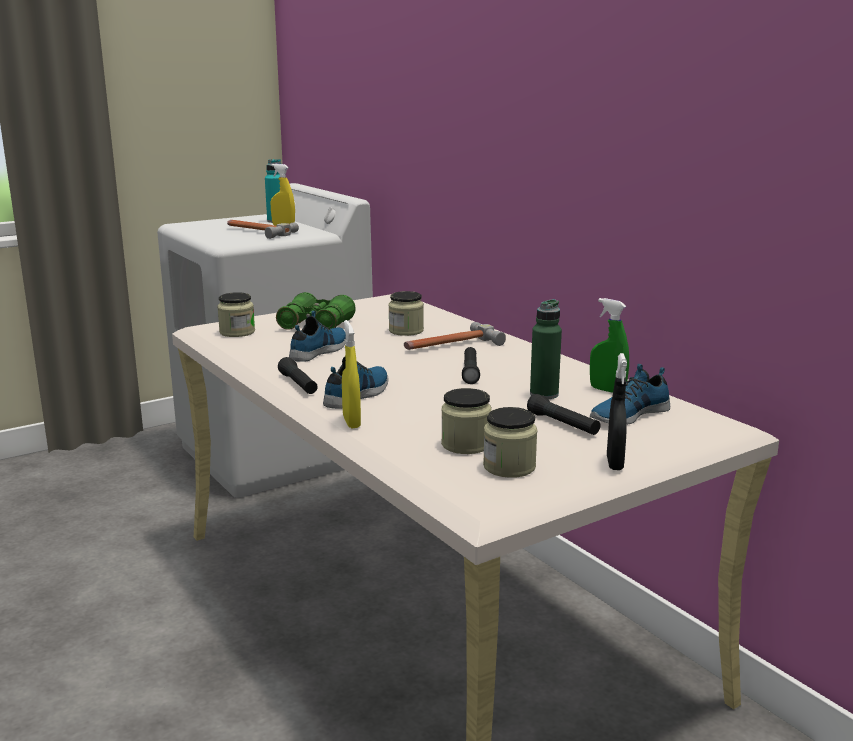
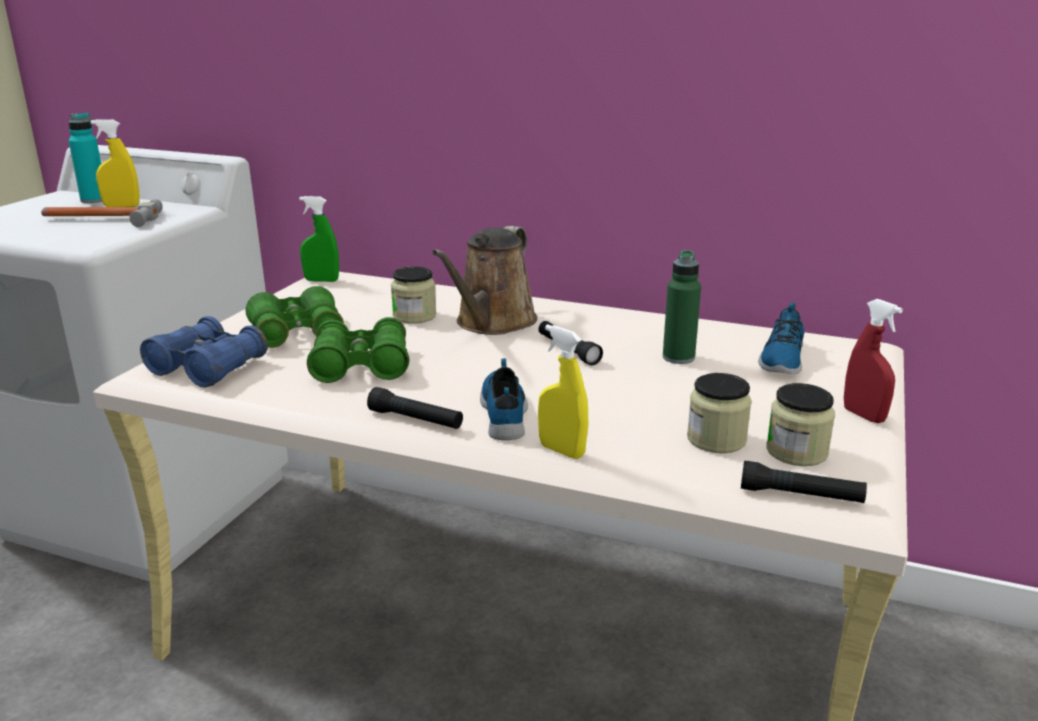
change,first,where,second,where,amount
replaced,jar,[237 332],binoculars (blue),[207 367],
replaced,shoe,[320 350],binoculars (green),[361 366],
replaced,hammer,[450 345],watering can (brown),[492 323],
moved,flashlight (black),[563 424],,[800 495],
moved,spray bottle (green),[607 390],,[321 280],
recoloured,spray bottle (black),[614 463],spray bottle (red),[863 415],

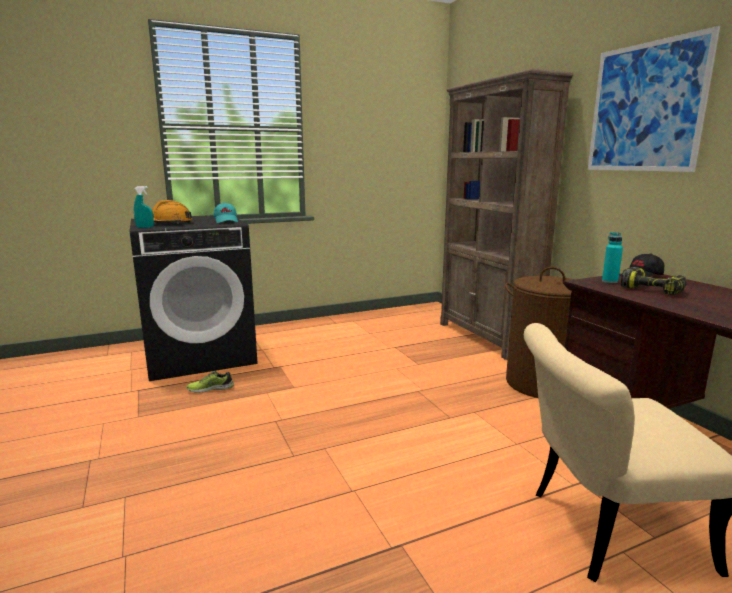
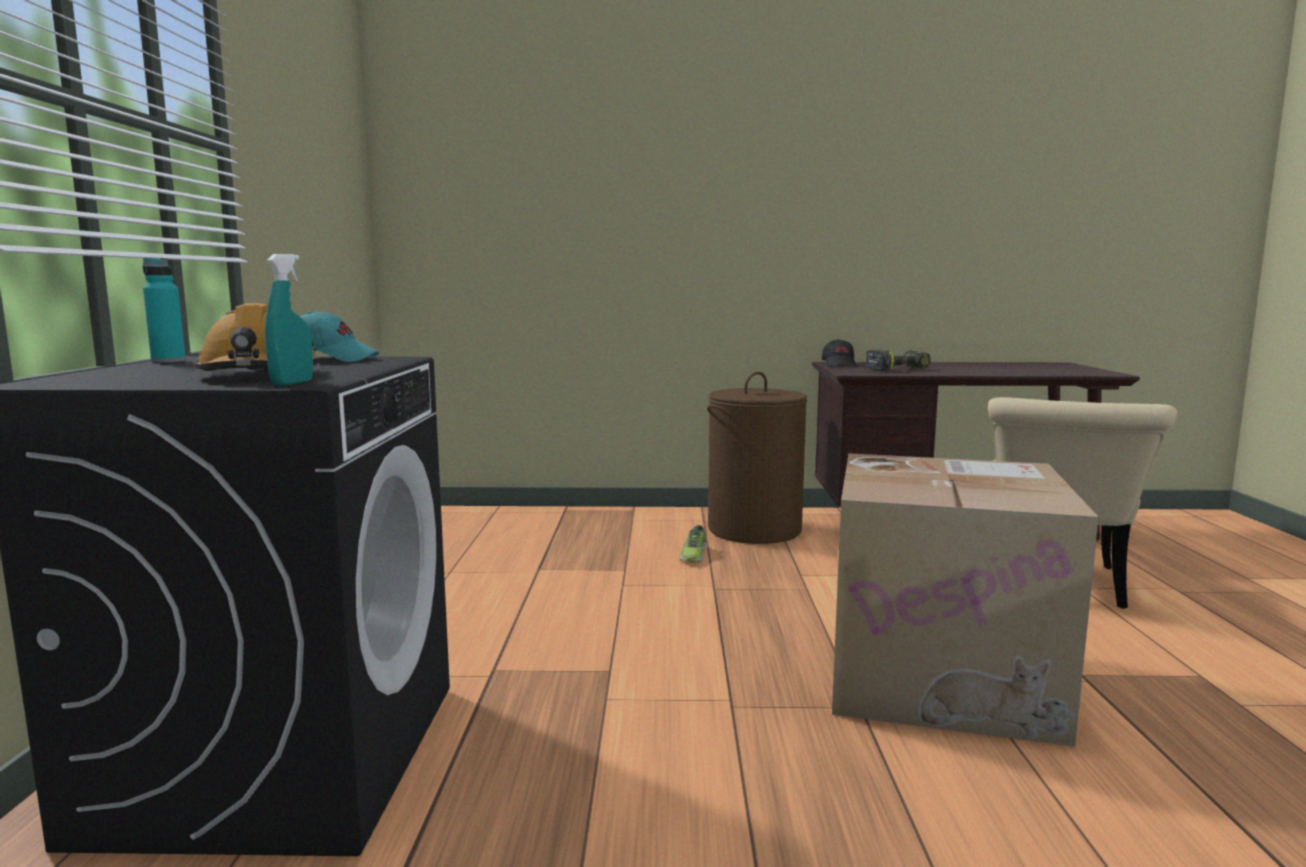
change,first,where,second,where,amount
moved,shoe,[210 388],,[693 555],
removed,bookcase (brown),[487 337],,,
removed,picture,[645 108],,,
moved,bottle (turquoise),[609 281],,[168 361],
added,,,cardboard box,[943 676],

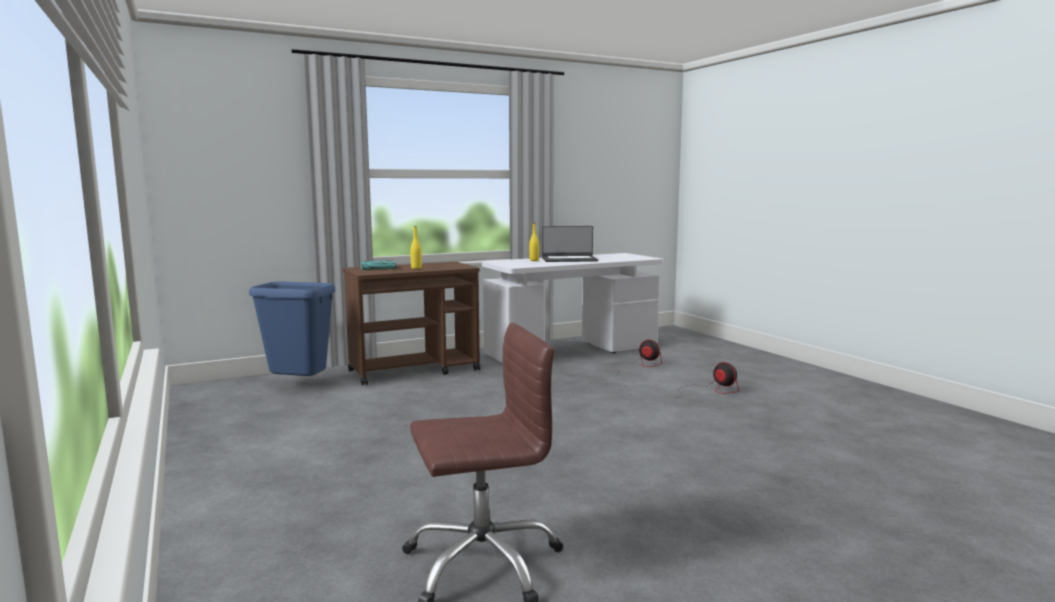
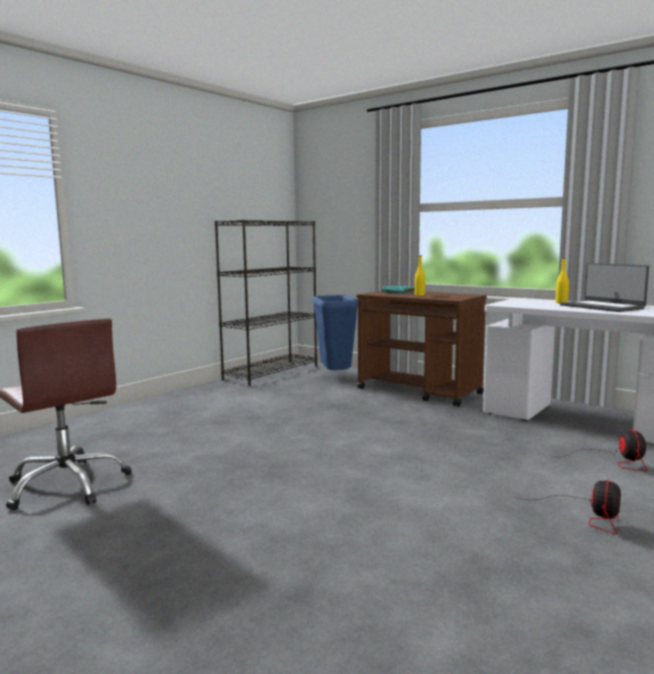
change,first,where,second,where,amount
added,,,bookcase (black),[271 372],

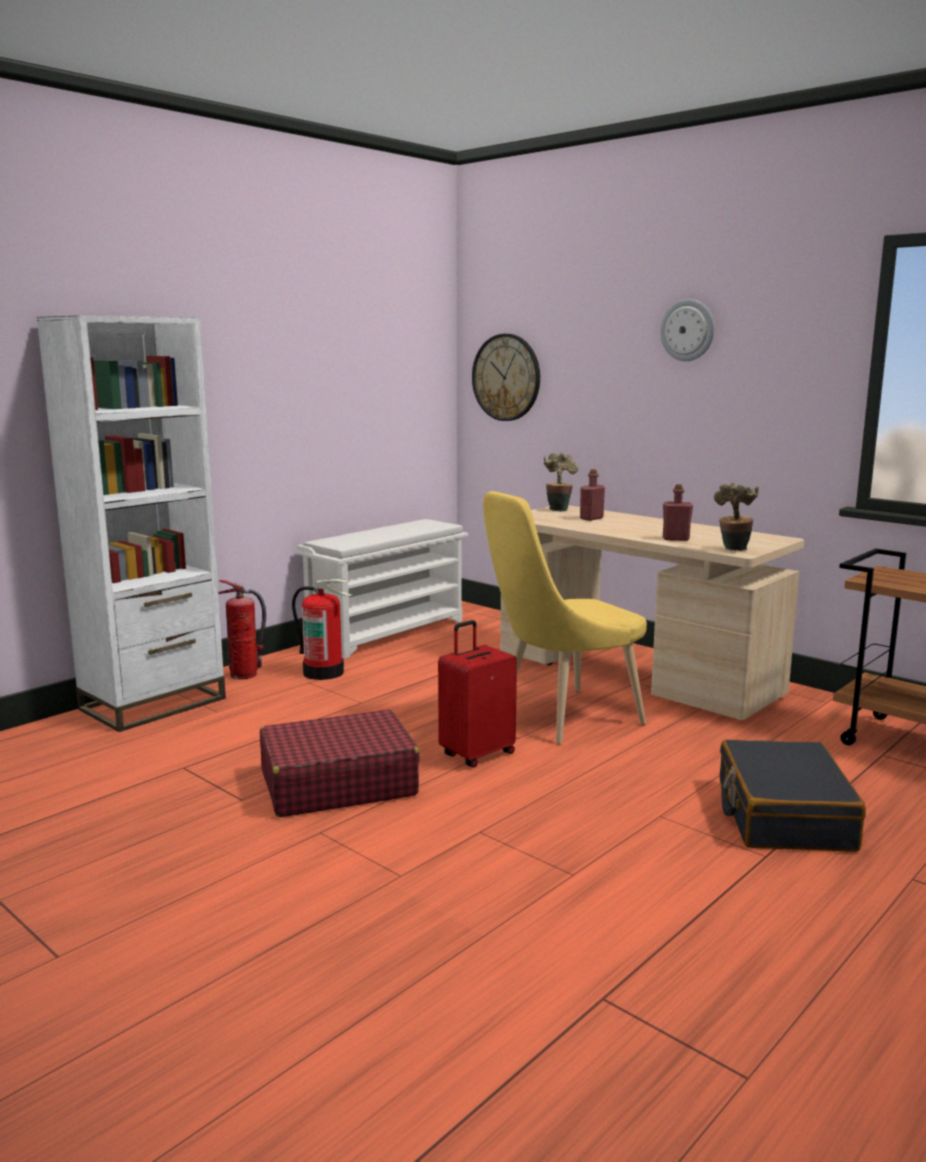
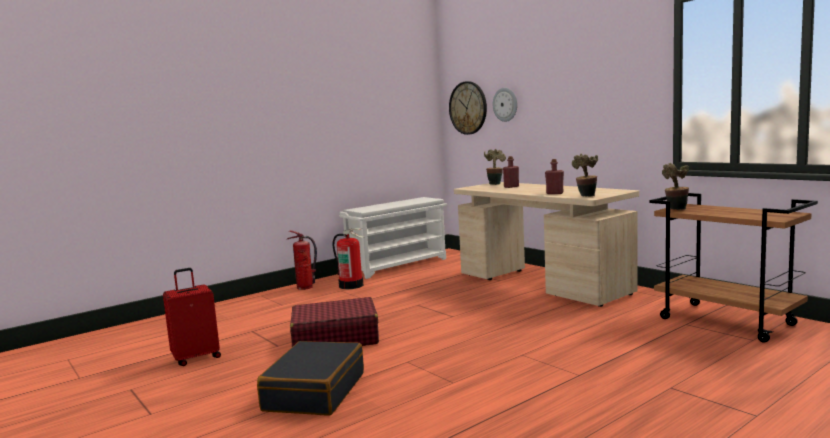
change,first,where,second,where,amount
removed,bookcase (white),[153 704],,,
moved,suitcase (red),[476 754],,[196 358],
removed,chair (yellow),[562 718],,,
moved,wall clock,[688 330],,[505 104],
moved,suitcase (black),[783 815],,[314 392],
added,,,potted plant,[675 210],

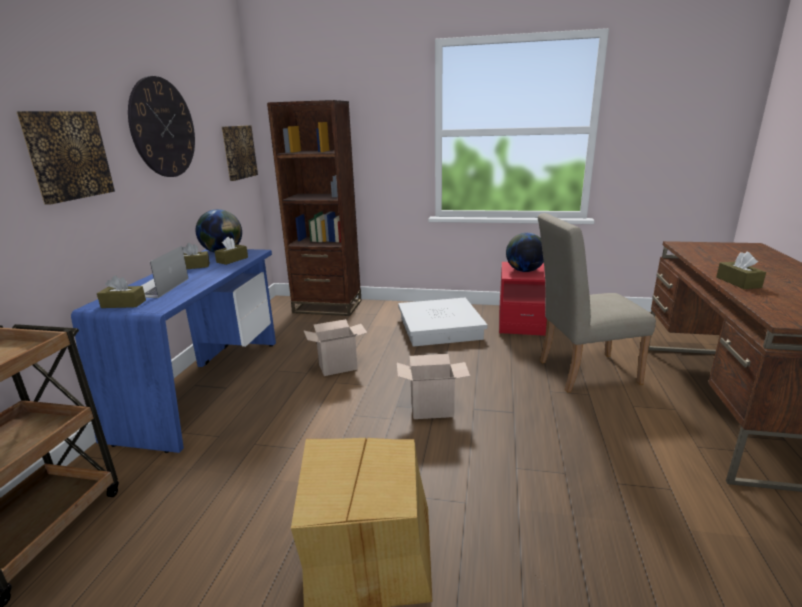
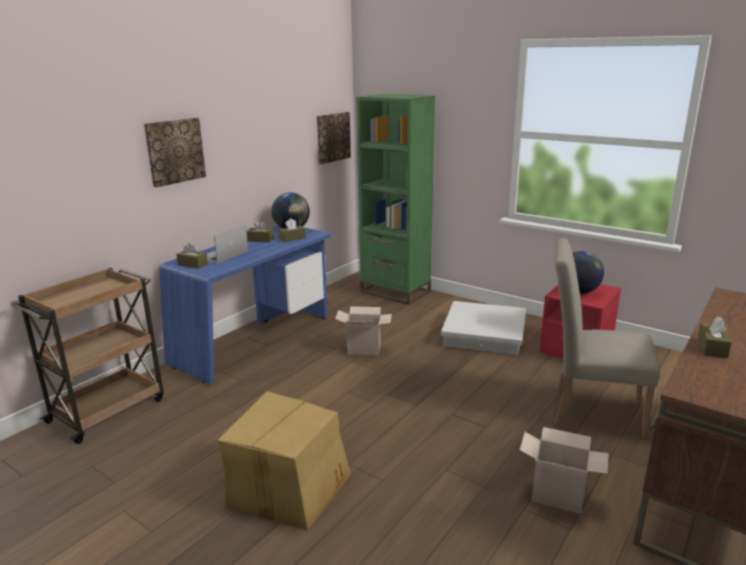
change,first,where,second,where,amount
removed,wall clock,[163 128],,,
recoloured,bookcase (brown),[327 306],bookcase (green),[395 291],
moved,cardboard box,[433 409],,[559 495],

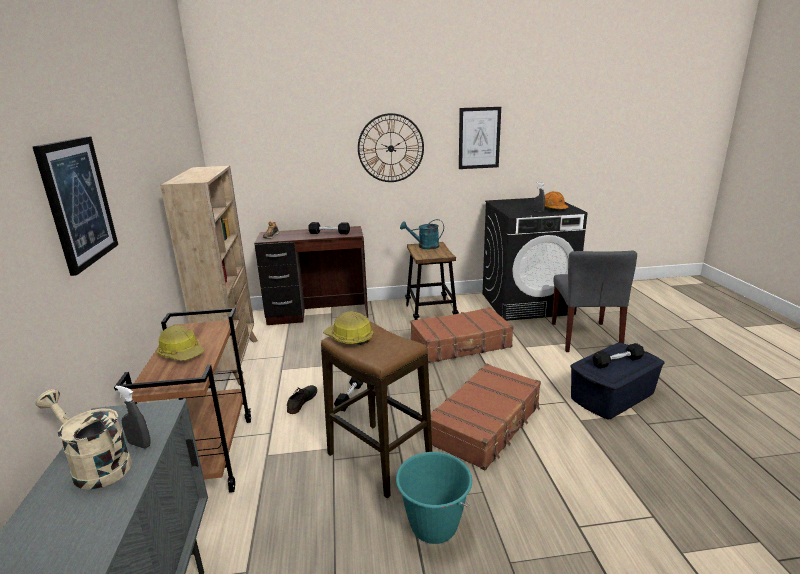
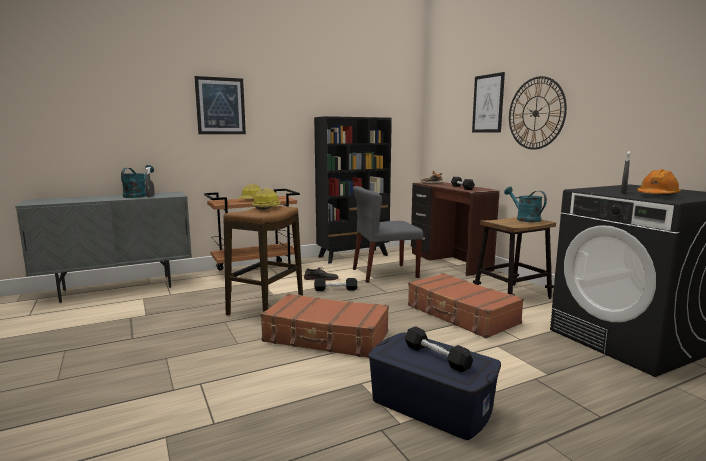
change,first,where,second,where,amount
recoloured,watering can (beige),[95 466],watering can (turquoise),[137 195],
recoloured,bookcase (beige),[233 362],bookcase (black),[353 256],
removed,bucket (turquoise),[433 525],,,
moved,picture,[479 138],,[488 103],
moved,chair (grey),[585 337],,[384 273],

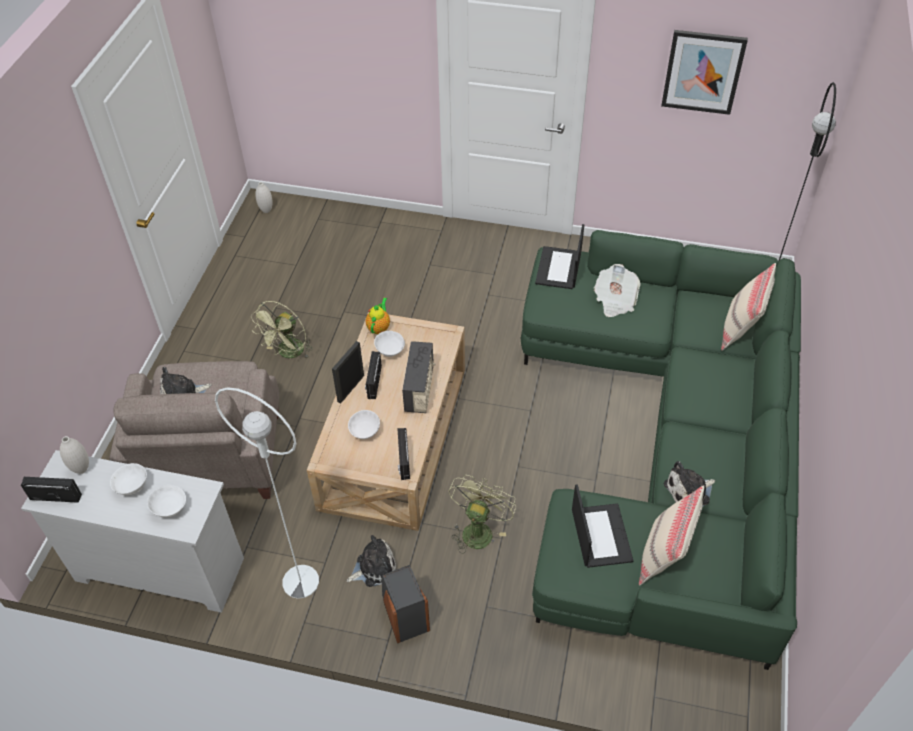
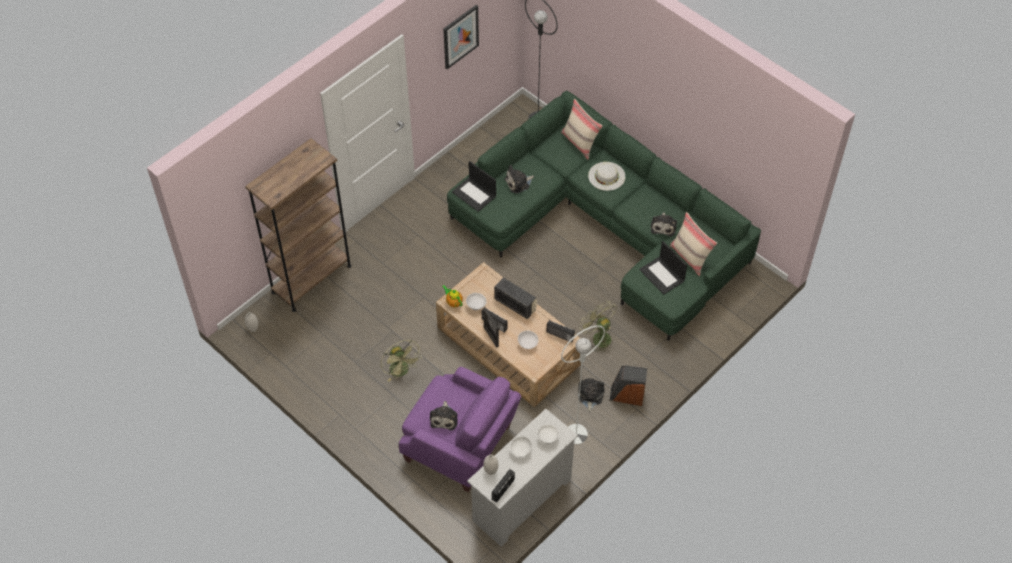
change,first,where,second,where,amount
recoloured,armchair (beige),[213 461],armchair (purple),[461 445],
turned,laptop,[600 535],,[662 275],150 degrees counterclockwise
replaced,newspaper,[615 300],plush toy,[518 183],
added,,,bookcase (brown),[311 279],
added,,,hat (white),[606 176],

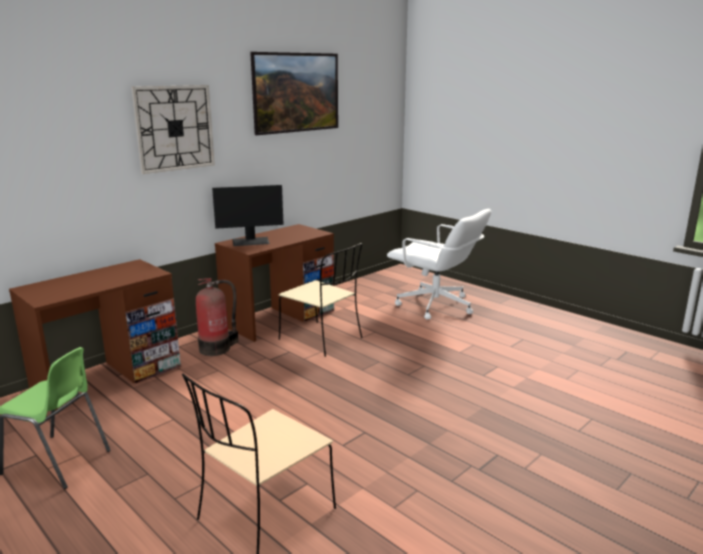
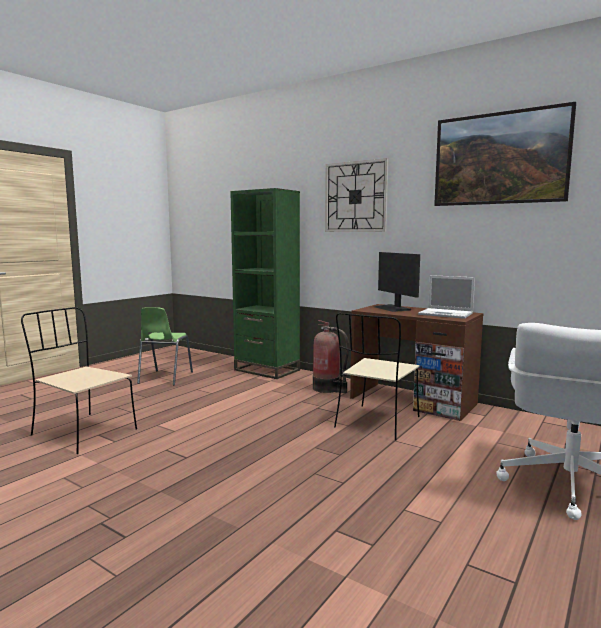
change,first,where,second,where,amount
replaced,desk (brown),[107 377],bookcase (green),[266 370],
added,,,laptop,[447 314],

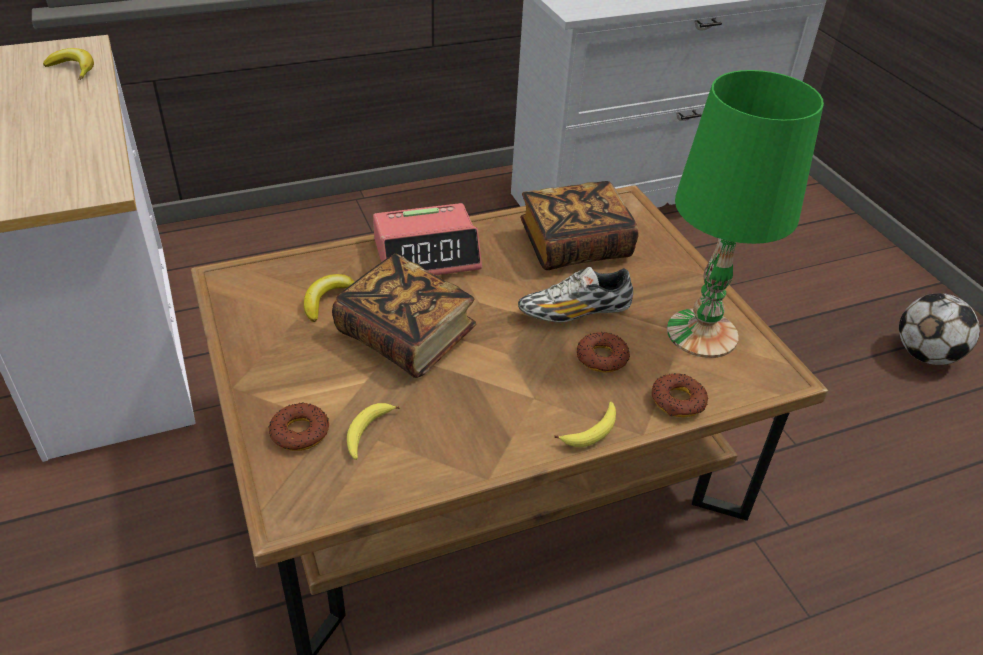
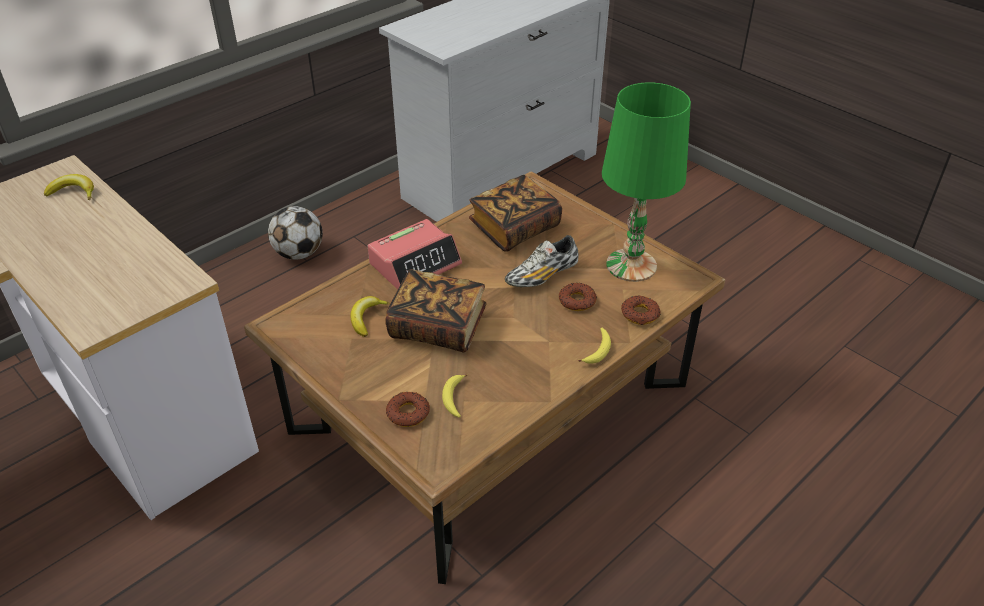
change,first,where,second,where,amount
moved,football,[925 355],,[299 253],

